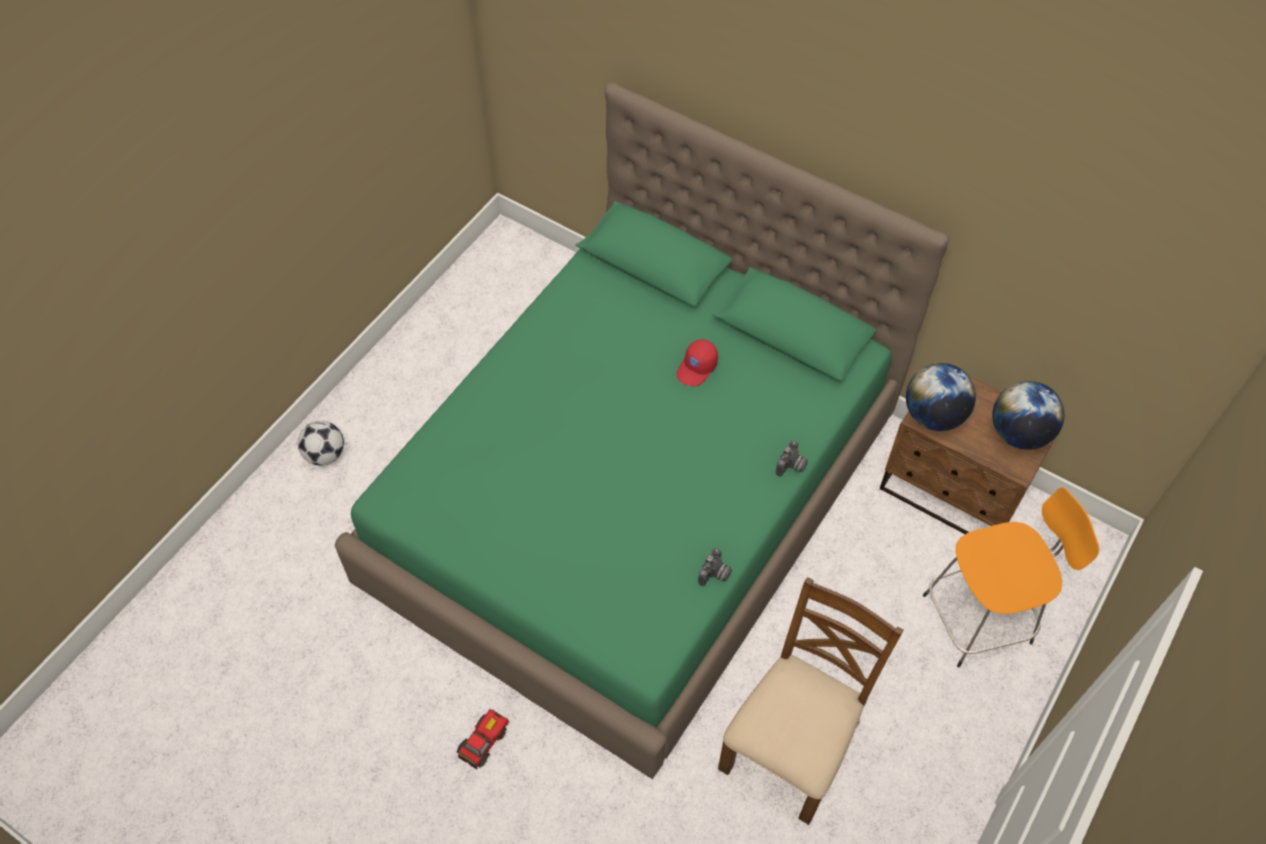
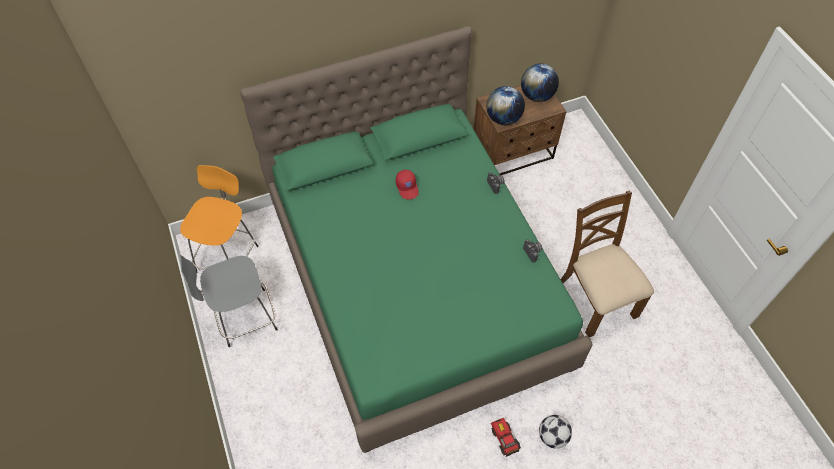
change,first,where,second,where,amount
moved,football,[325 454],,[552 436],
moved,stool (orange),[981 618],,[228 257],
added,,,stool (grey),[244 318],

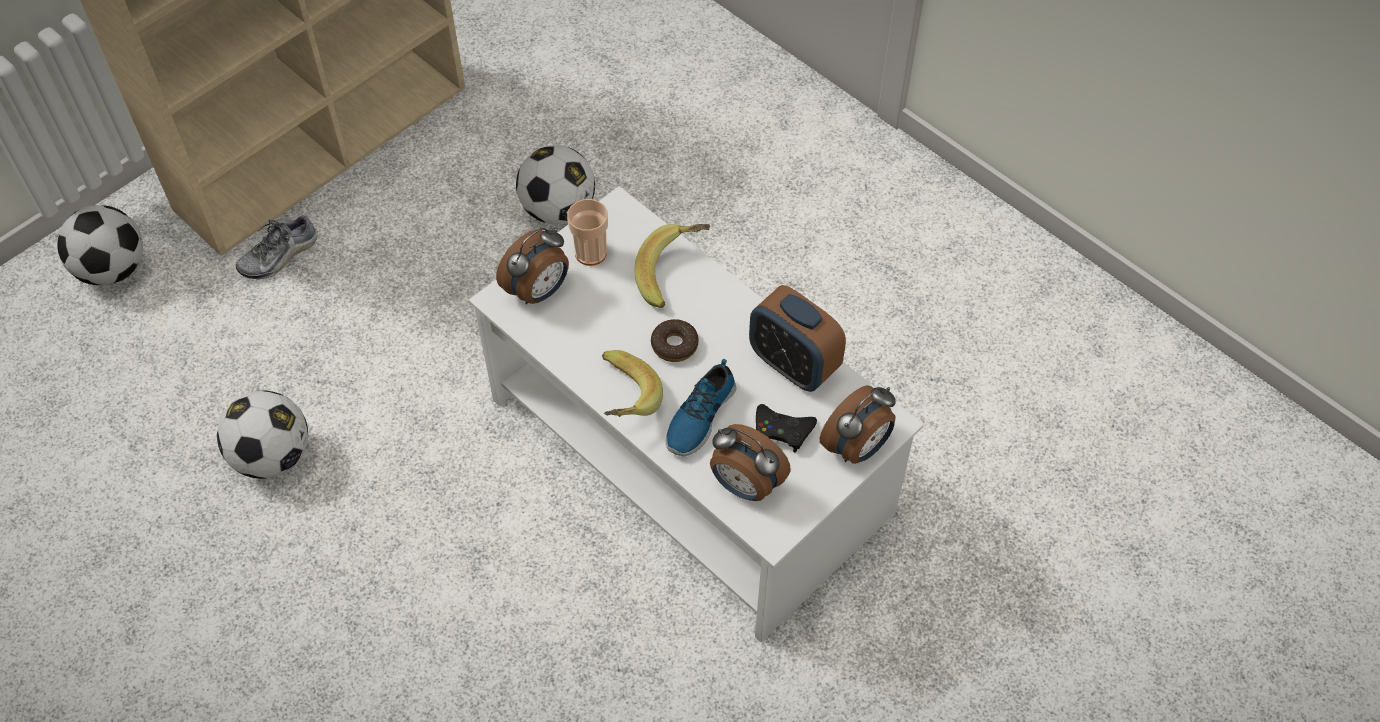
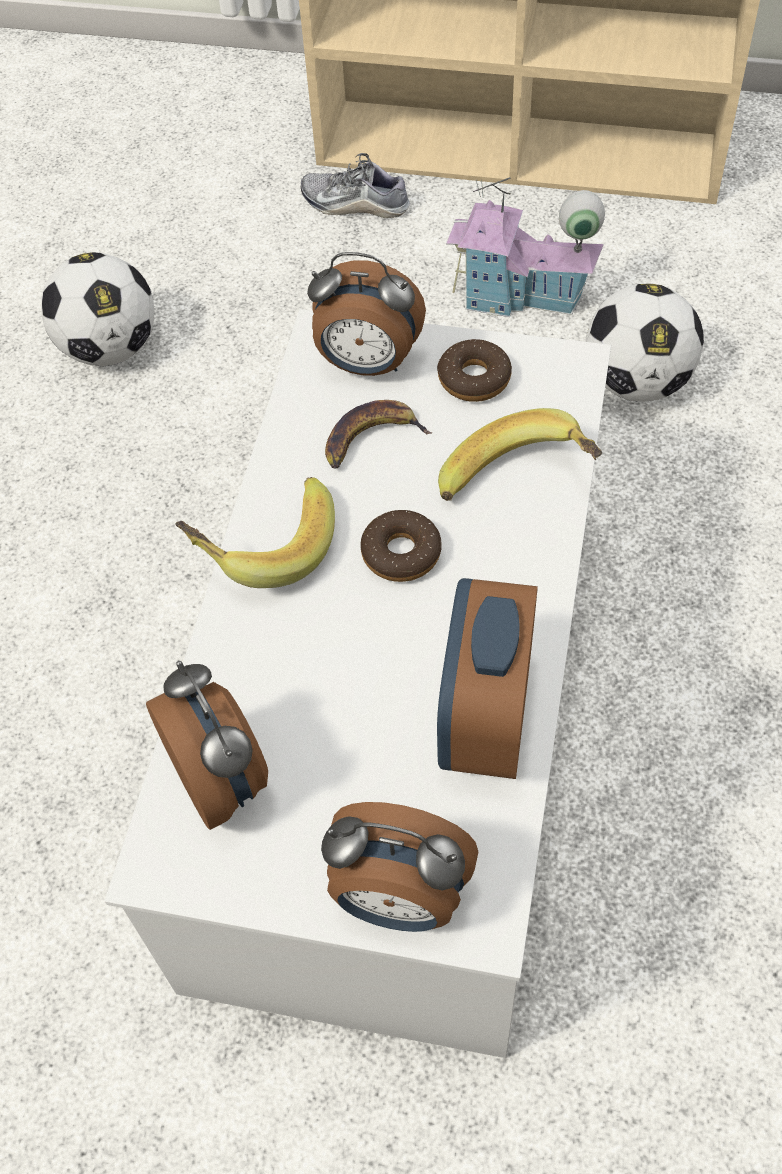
change,first,where,second,where,amount
removed,football,[113 269],,,
replaced,cup,[590 253],donut,[474 379],
removed,shoe,[699 416],,,
turned,alarm clock,[745 485],,[222 779],150 degrees clockwise
removed,game controller (black),[782 430],,,
added,,,banana,[370 439],
added,,,toy house,[520 297],

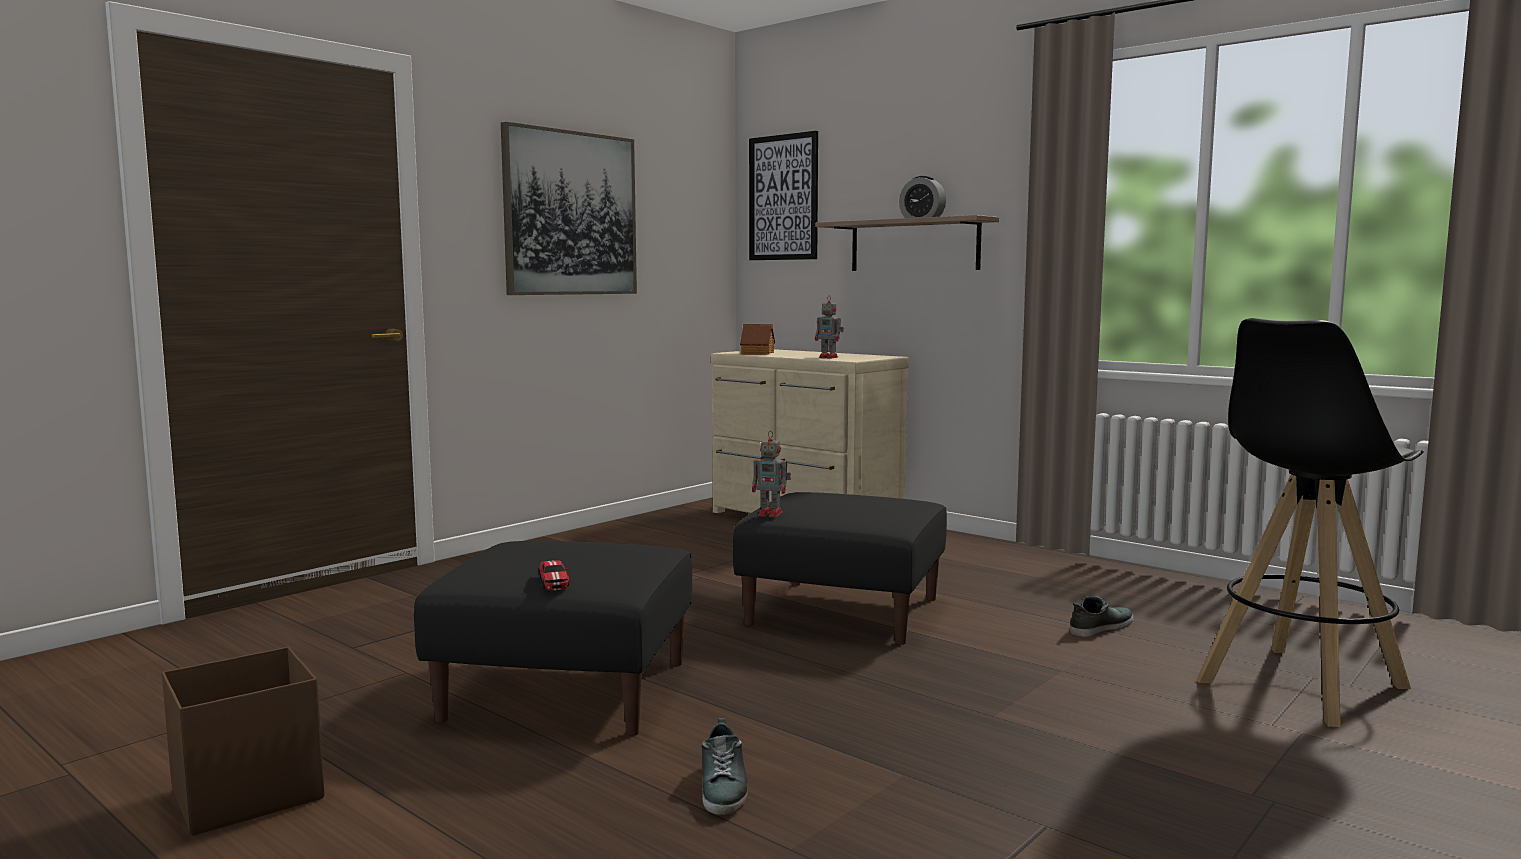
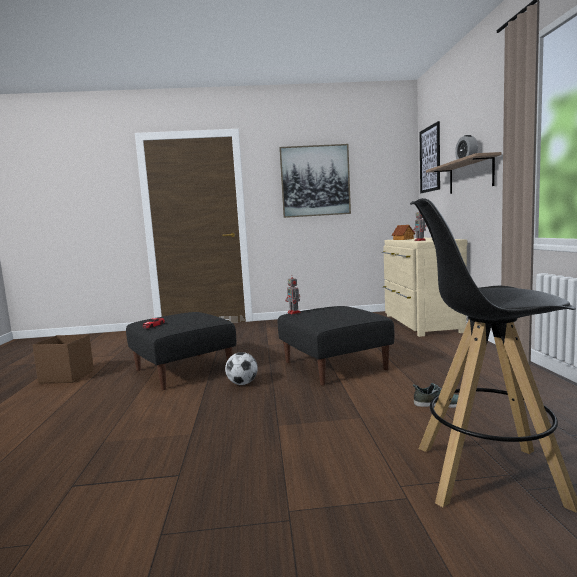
change,first,where,second,where,amount
removed,shoe,[724 788],,,
added,,,football,[242 383],

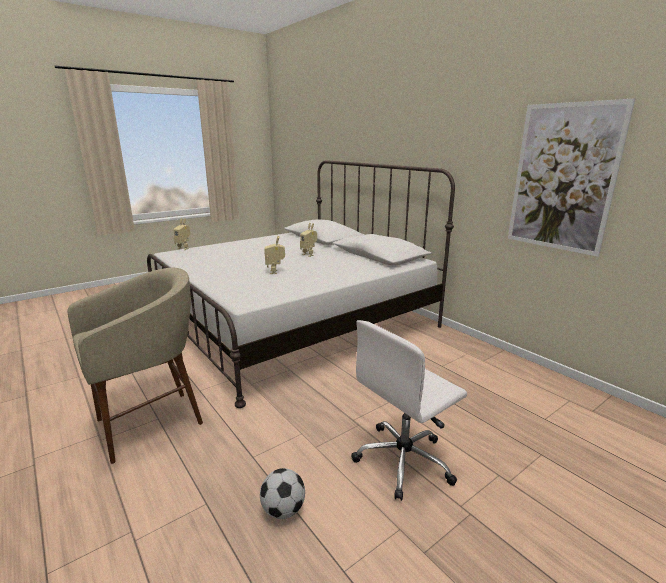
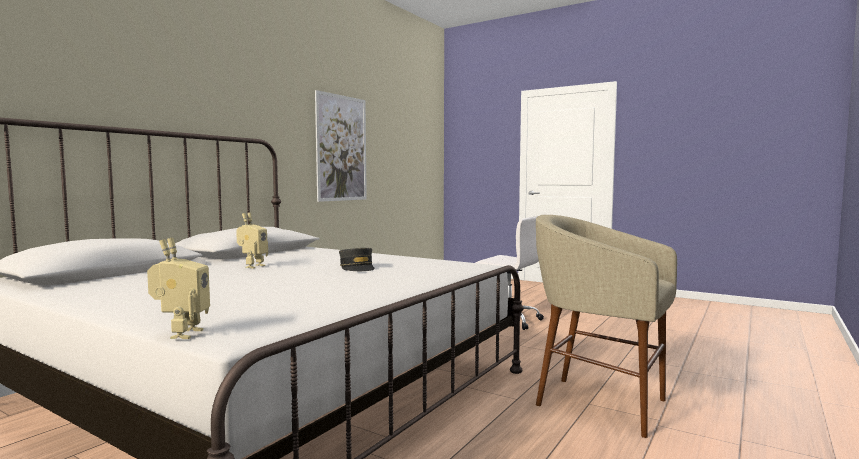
change,first,where,second,where,amount
removed,football,[283 510],,,
replaced,toy robot,[275 272],cap (grey),[357 268],

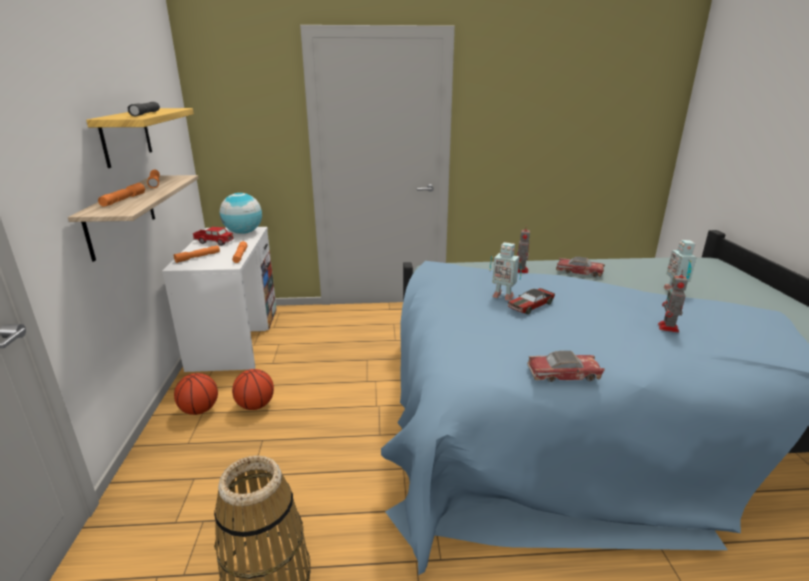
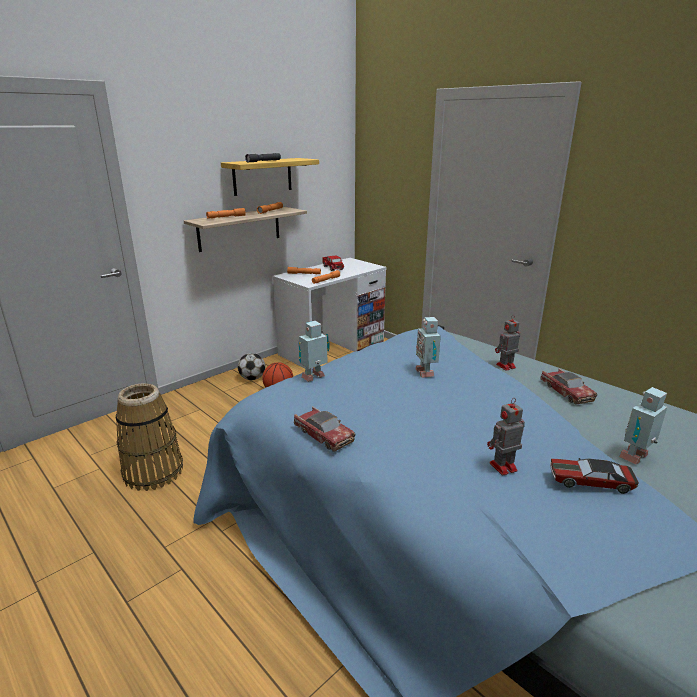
change,first,where,second,where,amount
replaced,basketball,[199 410],football,[252 378],
removed,globe,[244 232],,,
moved,toy car,[530 306],,[590 481],
added,,,toy robot,[314 377],

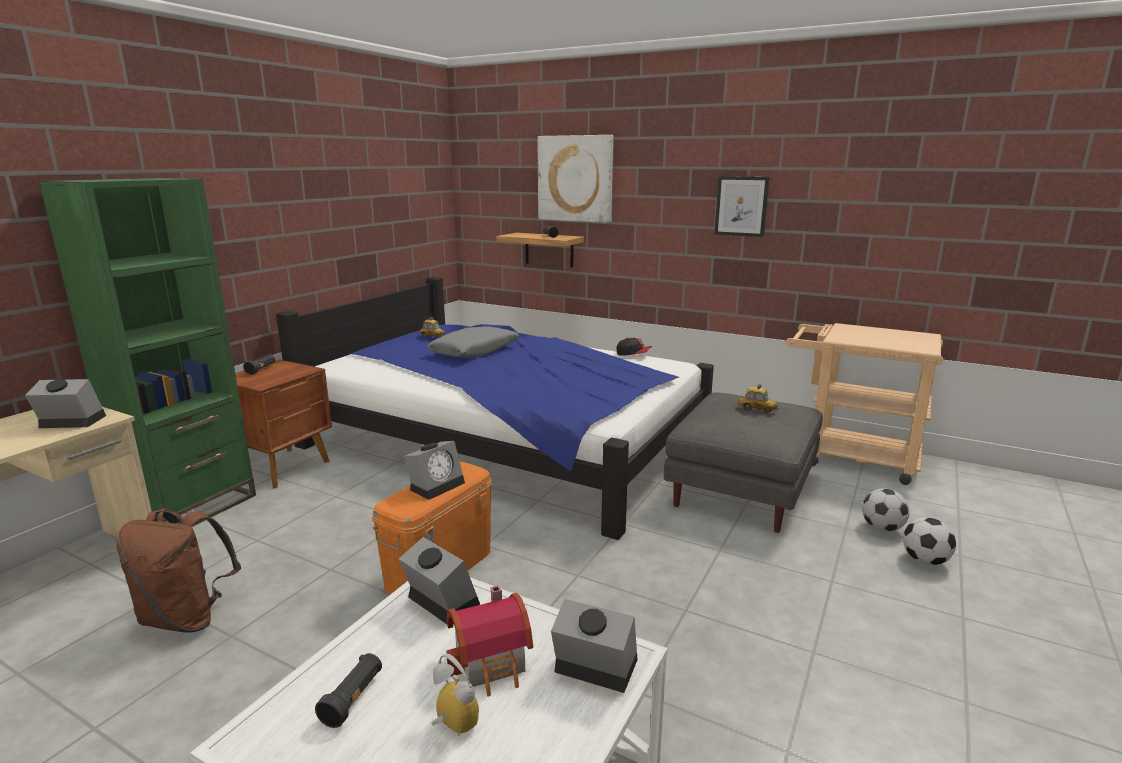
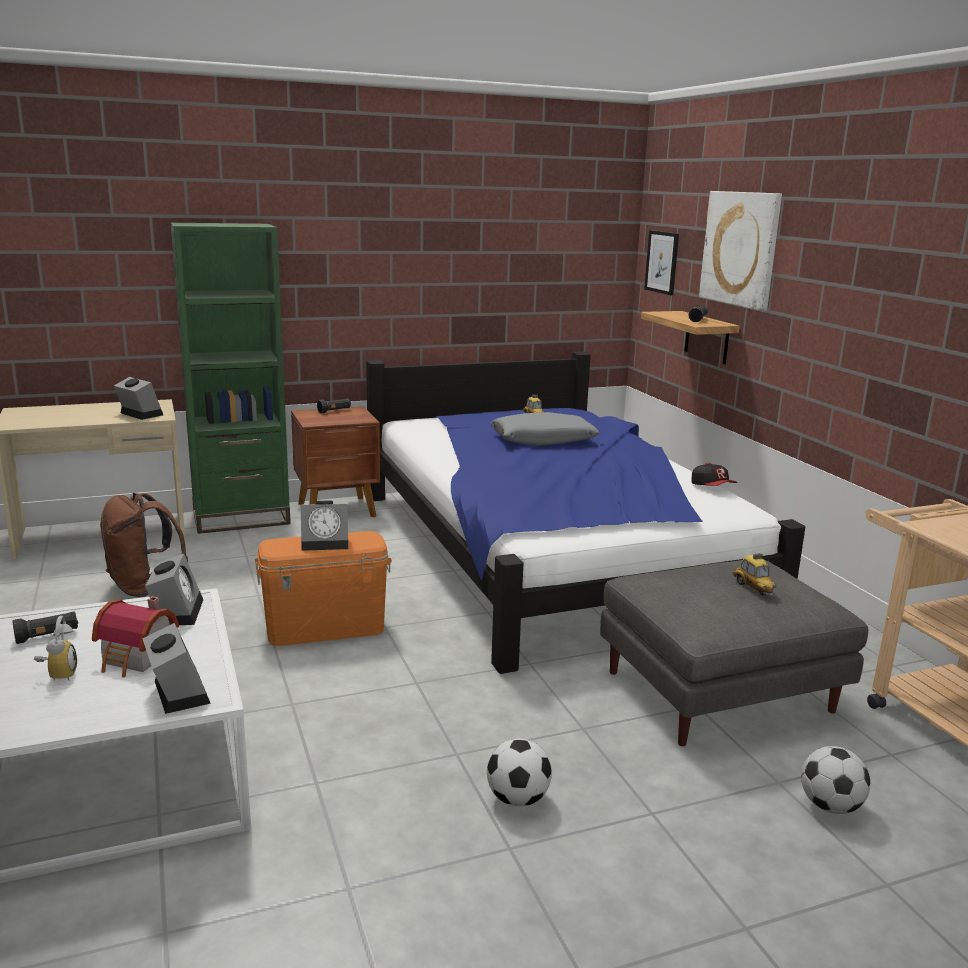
change,first,where,second,where,amount
moved,picture,[741 206],,[662 262],
moved,football,[925 560],,[518 799],

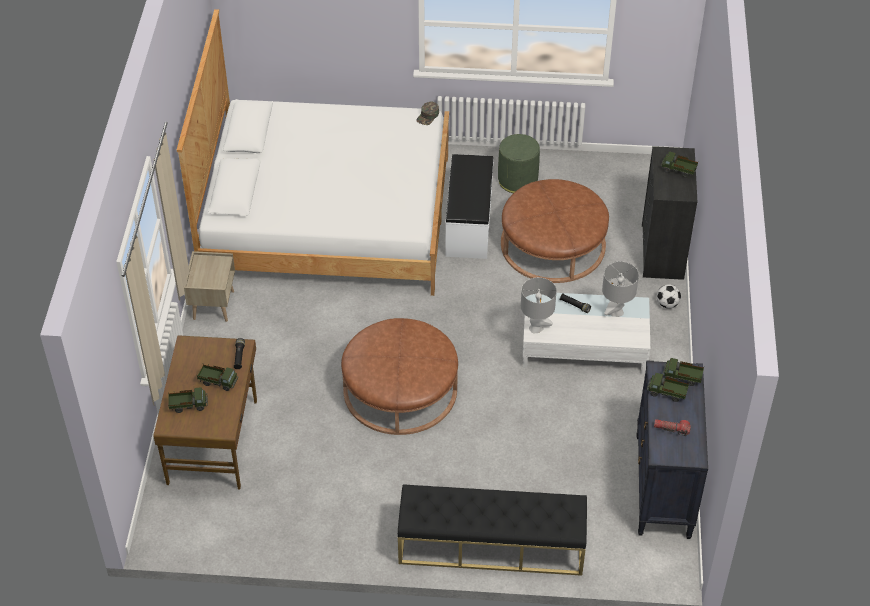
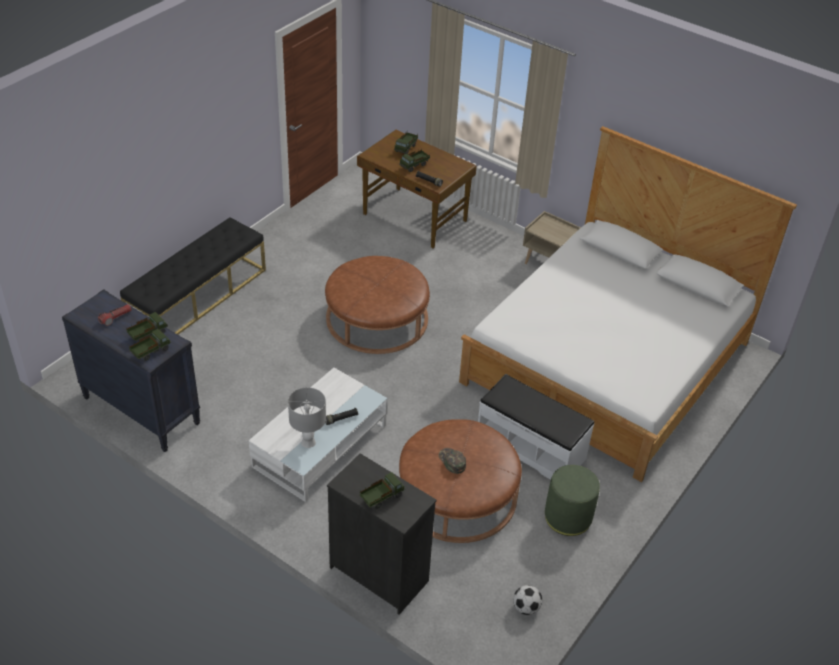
change,first,where,second,where,amount
moved,cap (green),[428 116],,[452 461],
removed,table lamp (grey),[536 328],,,
moved,football,[667 304],,[526 608],

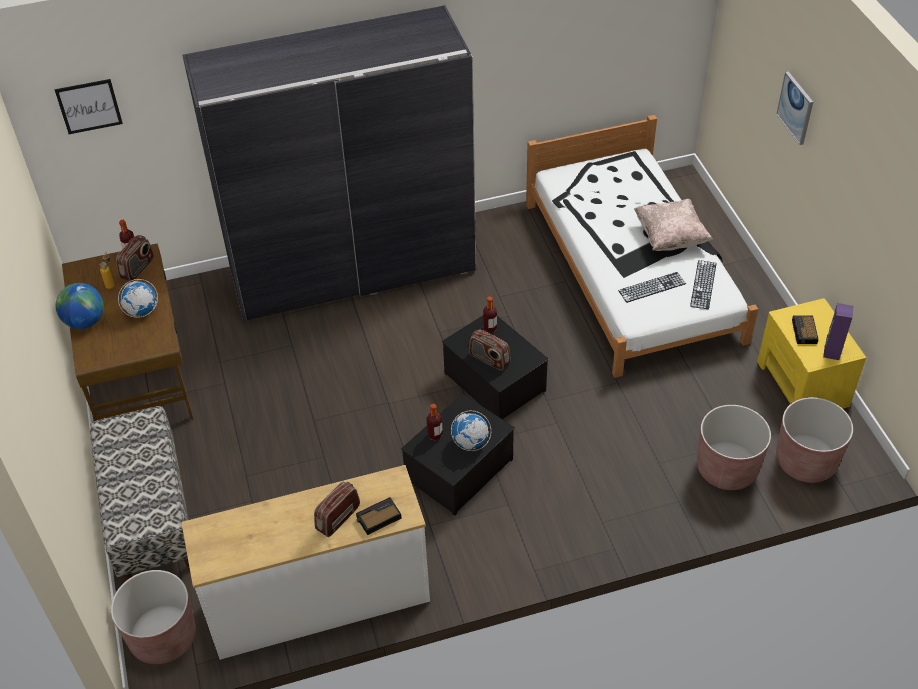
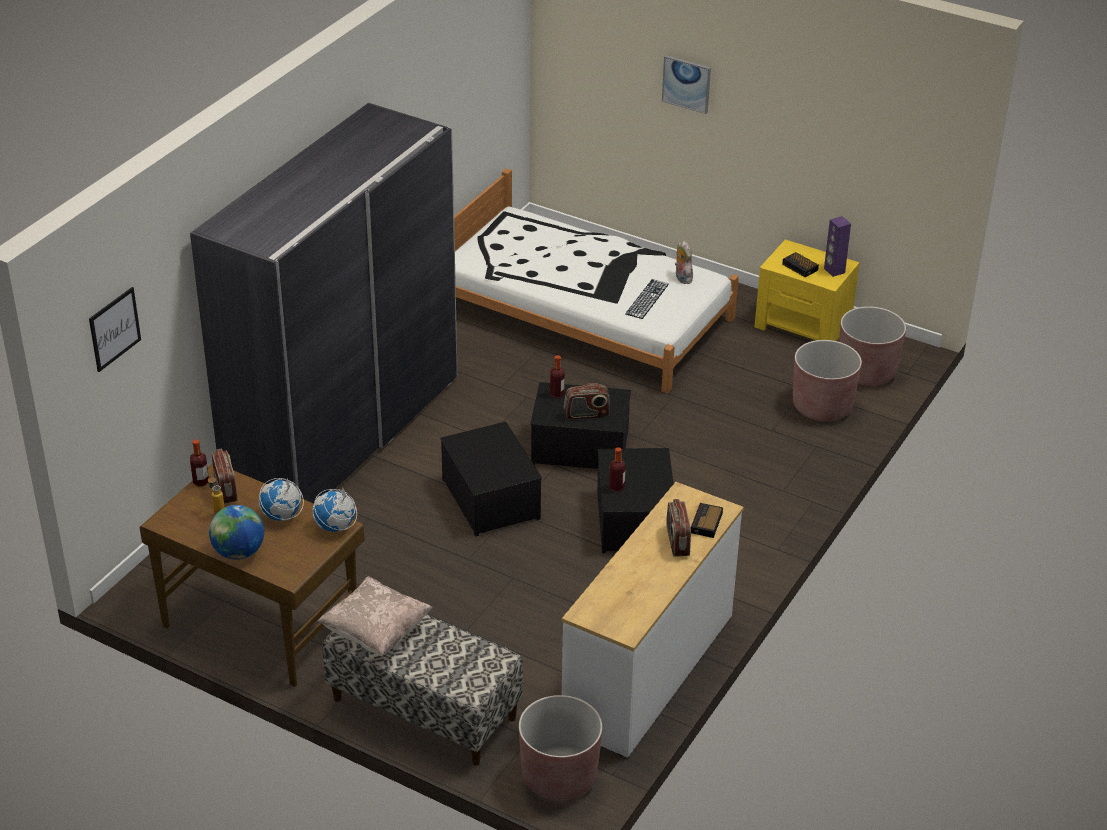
change,first,where,second,where,amount
moved,globe,[470 442],,[335 527],
moved,pillow (beige),[670 237],,[376 632],
replaced,keyboard,[703 284],plush toy,[682 278],
added,,,storage box,[489 499],

